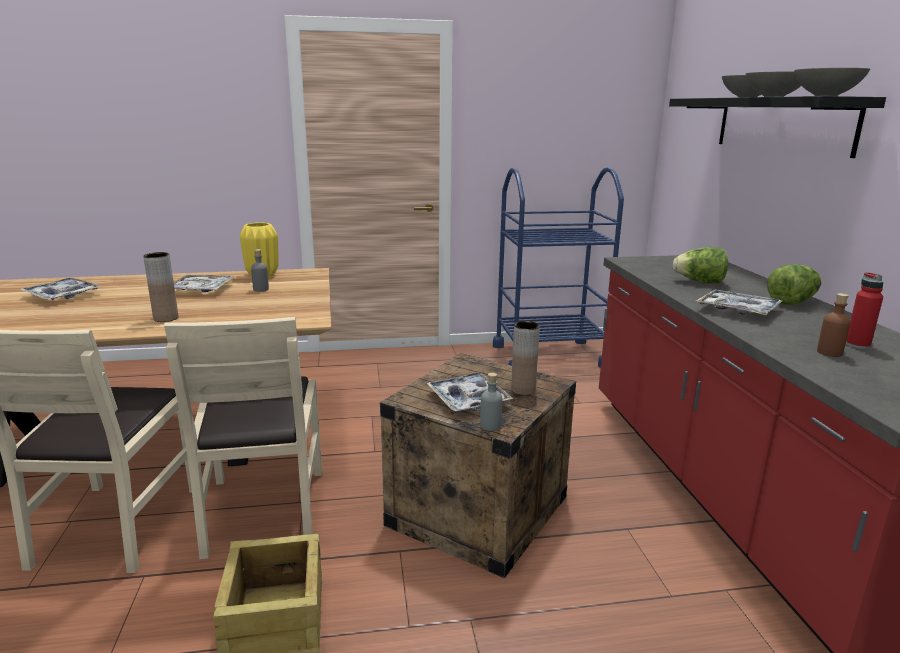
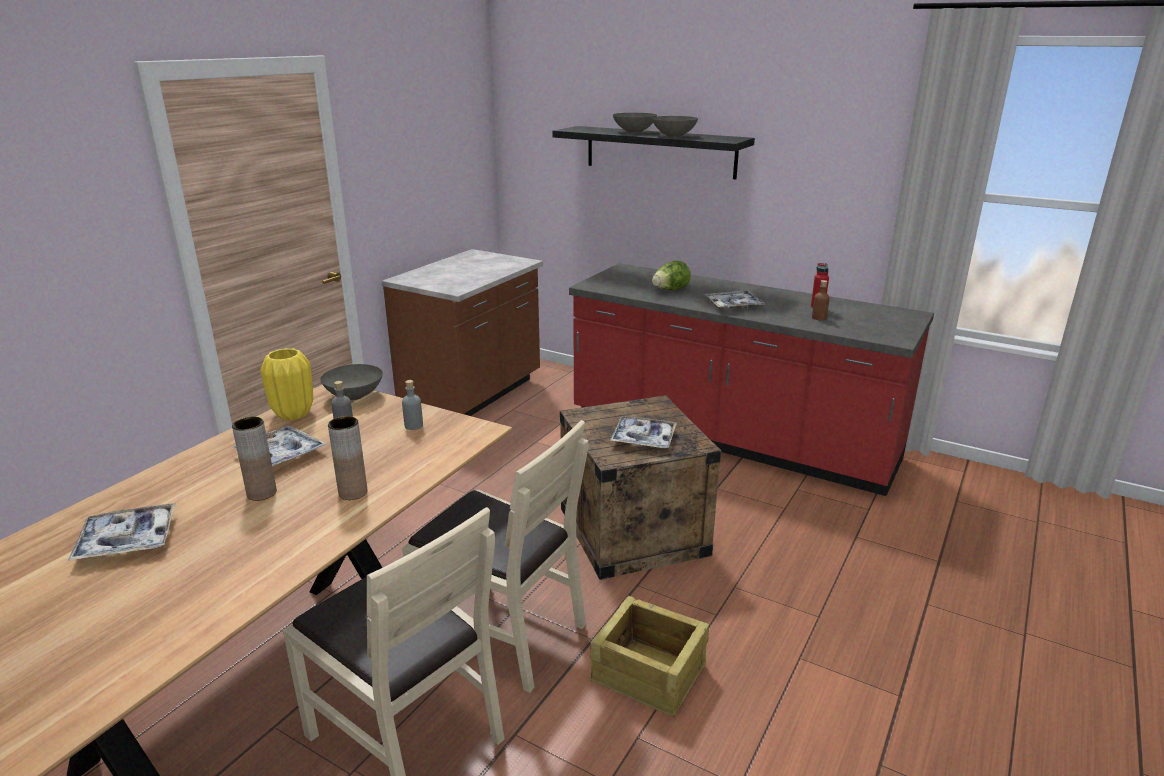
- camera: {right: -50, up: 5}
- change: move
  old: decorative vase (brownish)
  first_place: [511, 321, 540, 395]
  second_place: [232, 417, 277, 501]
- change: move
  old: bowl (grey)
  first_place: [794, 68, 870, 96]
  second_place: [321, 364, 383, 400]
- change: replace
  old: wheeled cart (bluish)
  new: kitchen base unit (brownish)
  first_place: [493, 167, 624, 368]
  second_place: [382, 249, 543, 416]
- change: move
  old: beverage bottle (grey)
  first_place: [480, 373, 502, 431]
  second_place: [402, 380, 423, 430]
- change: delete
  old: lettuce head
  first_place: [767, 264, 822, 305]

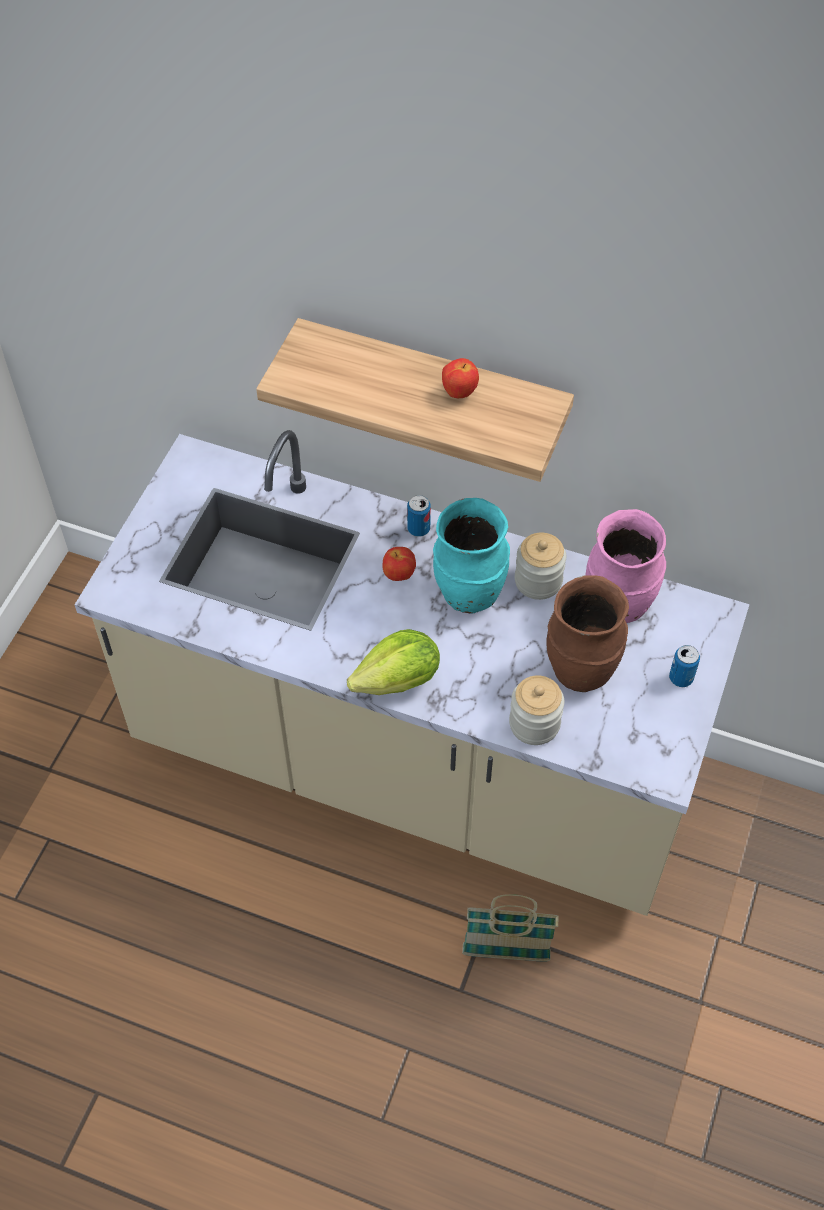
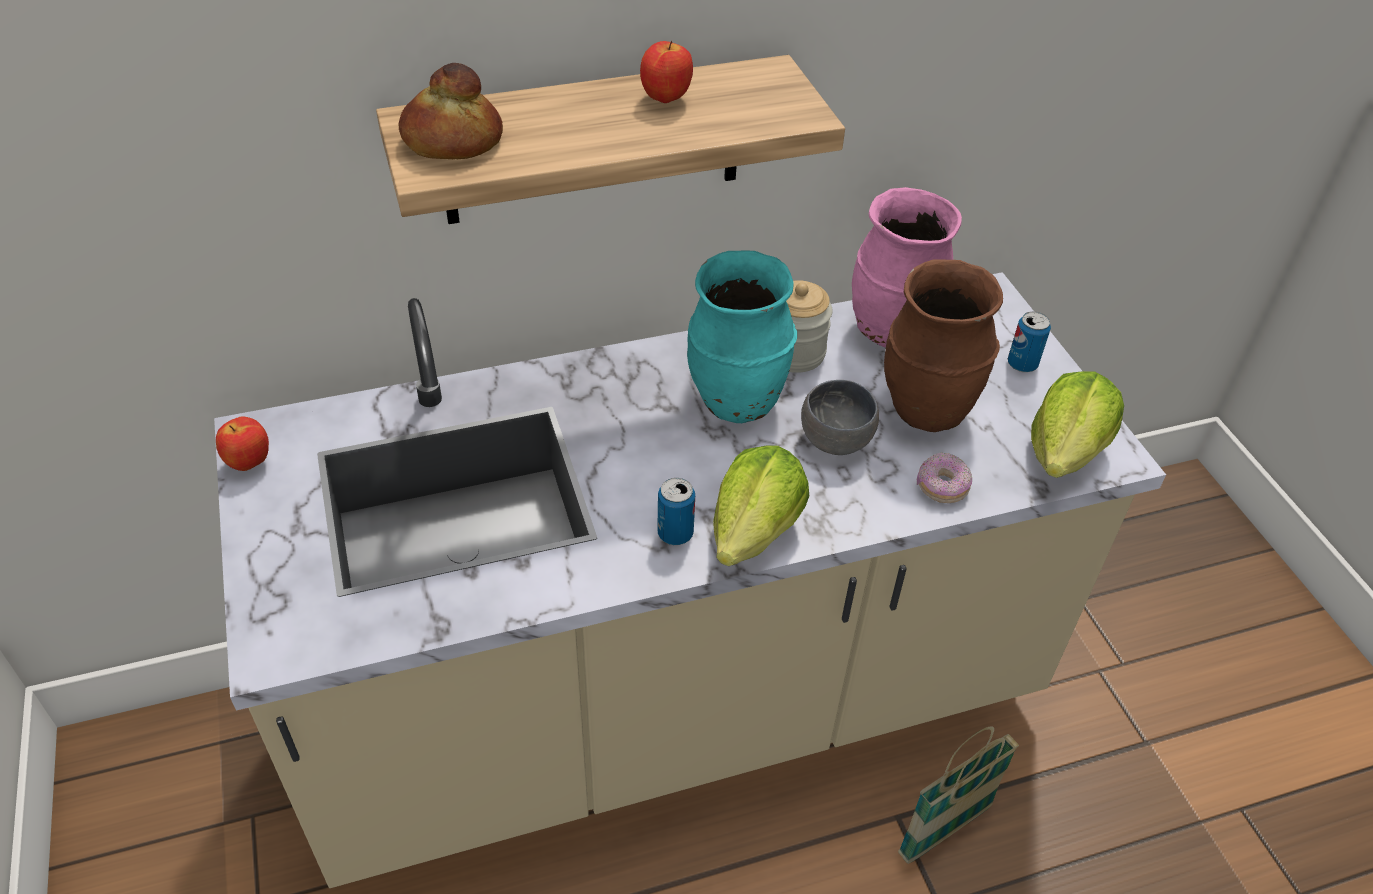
- camera: {right: -40, up: -10}
- change: move
  old: apple fruit
  first_place: [382, 547, 416, 581]
  second_place: [216, 416, 269, 471]
- change: insert
  new: bakery bread
  second_place: [399, 63, 503, 159]
- change: move
  old: can
  first_place: [407, 495, 431, 537]
  second_place: [657, 478, 695, 545]
- change: insert
  new: bowl (grey)
  second_place: [801, 380, 879, 455]
- change: replace
  old: preserve jar
  new: donut
  first_place: [509, 675, 564, 745]
  second_place: [917, 452, 972, 503]
- change: insert
  new: lettuce head
  second_place: [1031, 371, 1124, 478]

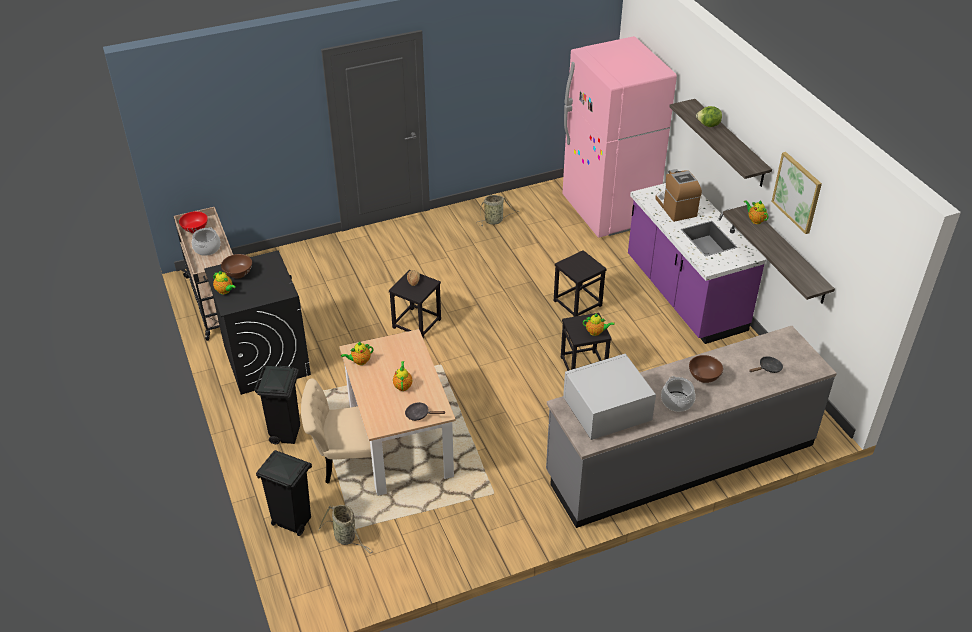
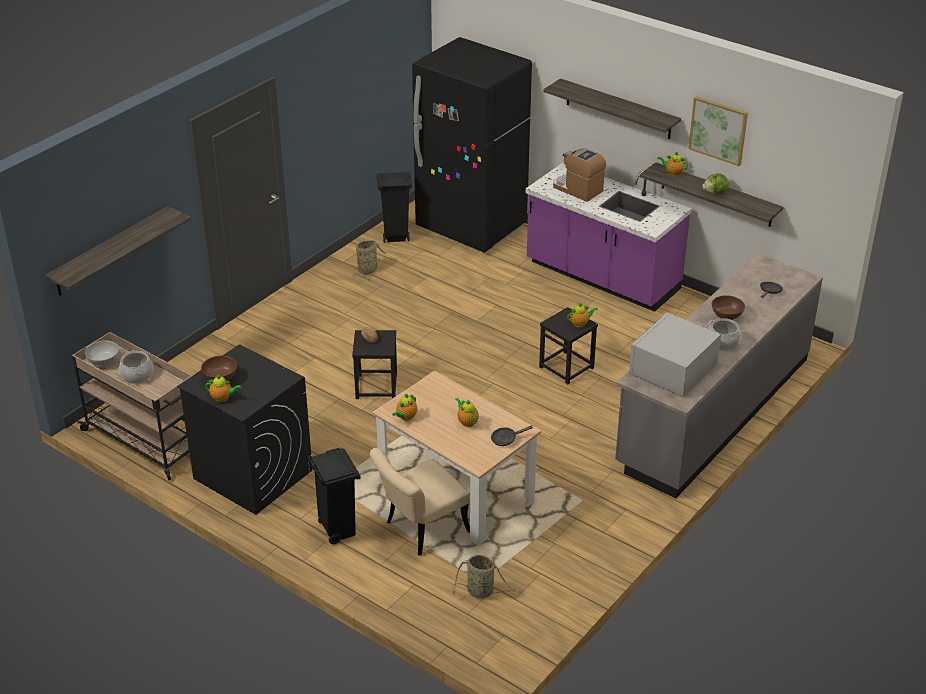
- camera: {right: -30, up: -5}
- change: insert
  new: bracket shelf
  second_place: [45, 206, 191, 295]
- change: recolor
  old: bowl (red-coloured)
  new: bowl (white)
  first_place: [179, 211, 208, 233]
  second_place: [85, 341, 119, 367]
- change: move
  old: trash can (black-coloured)
  first_place: [256, 450, 312, 536]
  second_place: [376, 172, 412, 243]
- change: recolor
  old: refrigerator (pinkish)
  new: refrigerator (black-coloured)
  first_place: [562, 36, 677, 238]
  second_place: [412, 37, 532, 253]
- change: move
  old: lettuce head
  first_place: [696, 106, 722, 127]
  second_place: [702, 173, 729, 195]
- change: delete
  old: stool seat (black-coloured)
  first_place: [554, 250, 607, 317]

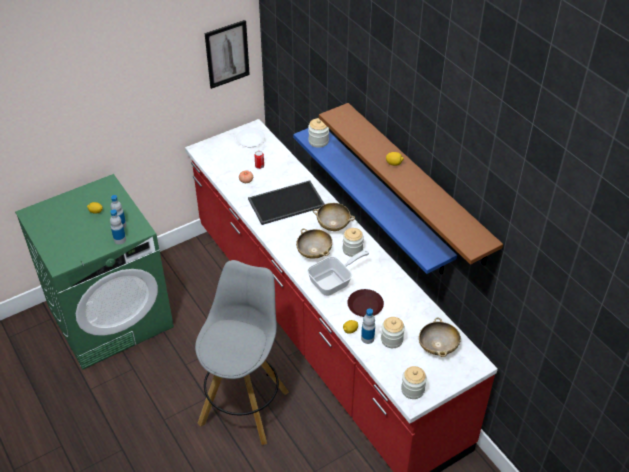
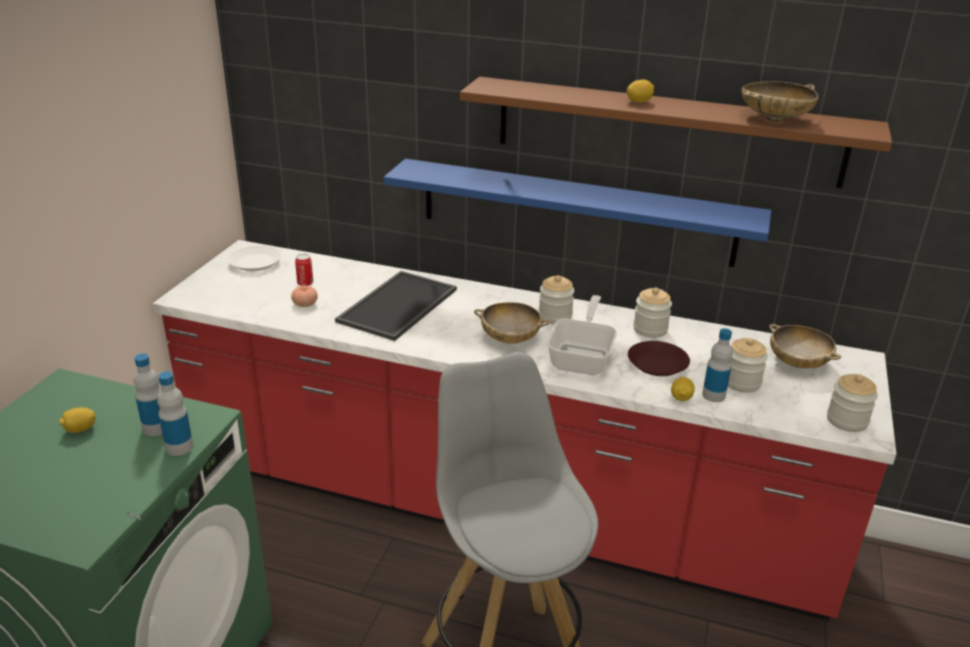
- camera: {right: -40, up: -15}
- change: move
  old: preserve jar
  first_place: [308, 118, 329, 148]
  second_place: [633, 287, 672, 338]
- change: move
  old: bowl (beige)
  first_place: [313, 203, 355, 231]
  second_place: [742, 81, 818, 122]
- change: delete
  old: wall picture
  first_place: [205, 20, 250, 89]

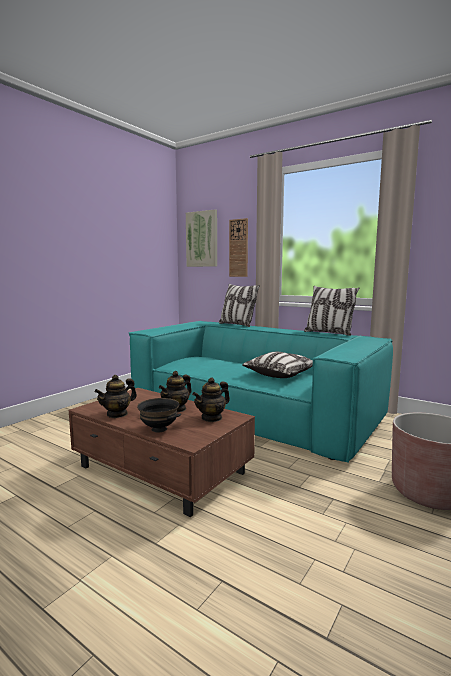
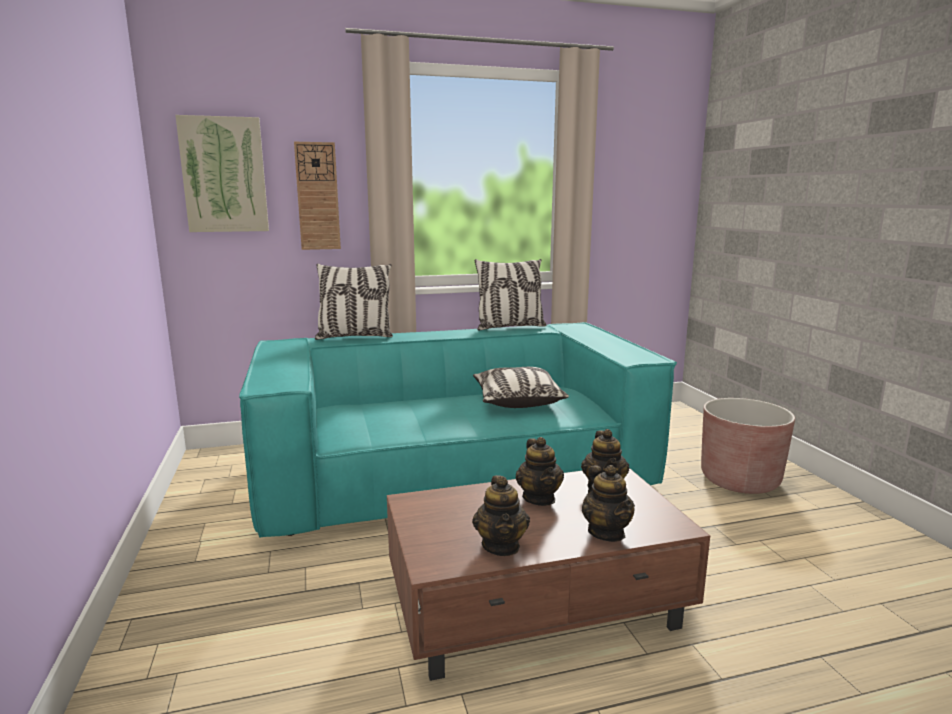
- camera: {right: -50, up: 5}
- change: replace
  old: bowl (black-coloured)
  new: pot for tea
  first_place: [137, 398, 181, 432]
  second_place: [582, 465, 635, 542]

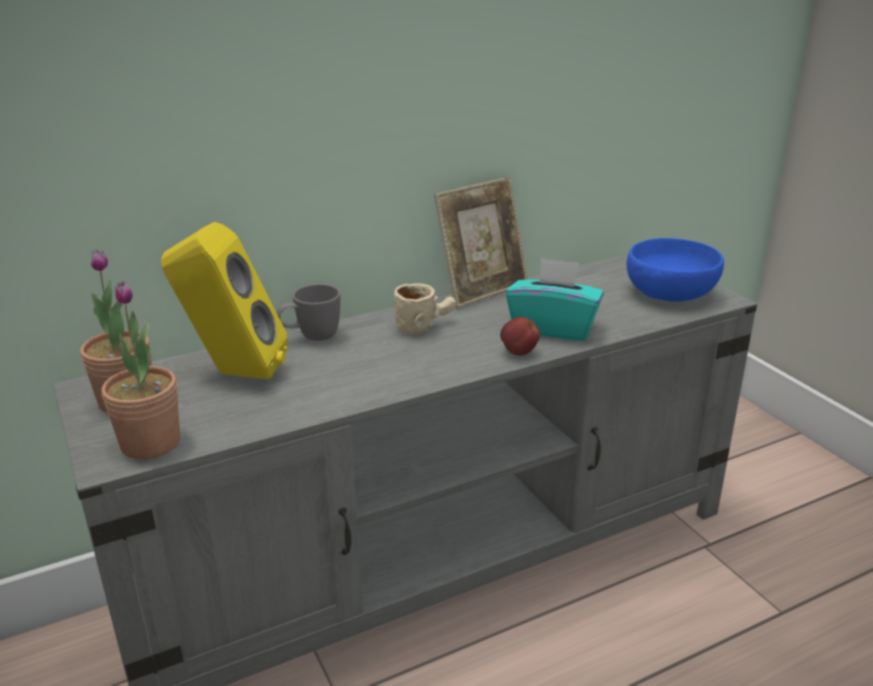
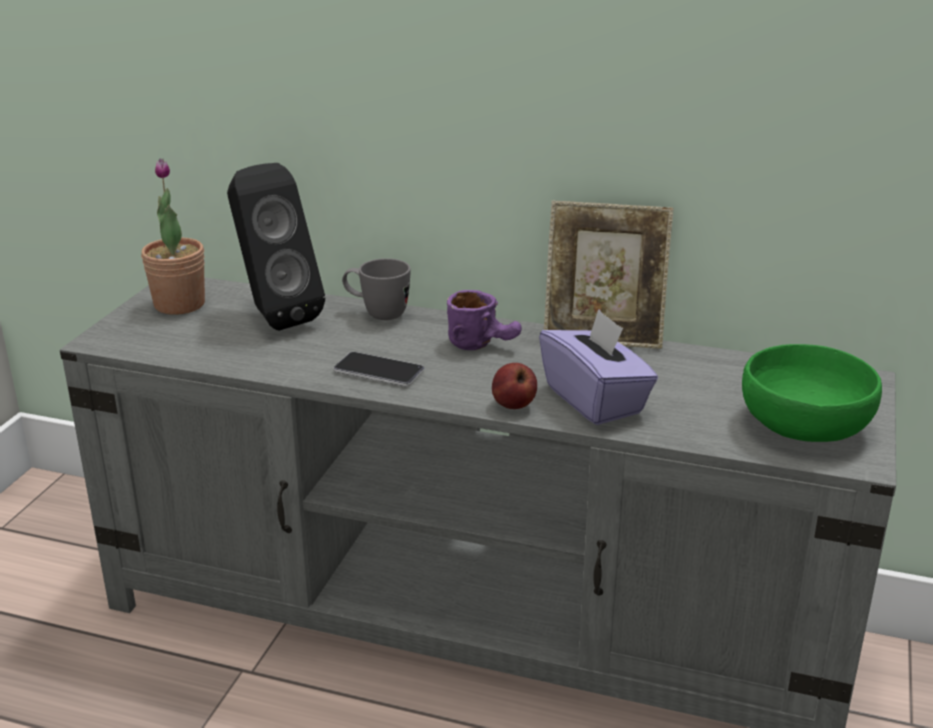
- camera: {right: 45, up: 0}
- change: recolor
  old: loudspeaker (yellow)
  new: loudspeaker (black-coloured)
  first_place: [161, 222, 288, 379]
  second_place: [227, 163, 325, 331]
- change: insert
  new: handset
  second_place: [334, 352, 424, 387]
- change: recolor
  old: mug (beige)
  new: mug (purplish)
  first_place: [394, 283, 457, 335]
  second_place: [447, 290, 522, 350]
- change: recolor
  old: tissue holder (blue-green)
  new: tissue holder (purplish)
  first_place: [506, 258, 604, 341]
  second_place: [539, 309, 658, 425]
- change: recolor
  old: bowl (bluish)
  new: bowl (greenish)
  first_place: [627, 238, 724, 302]
  second_place: [742, 344, 882, 442]
- change: delete
  old: houseplant
  first_place: [102, 281, 180, 459]

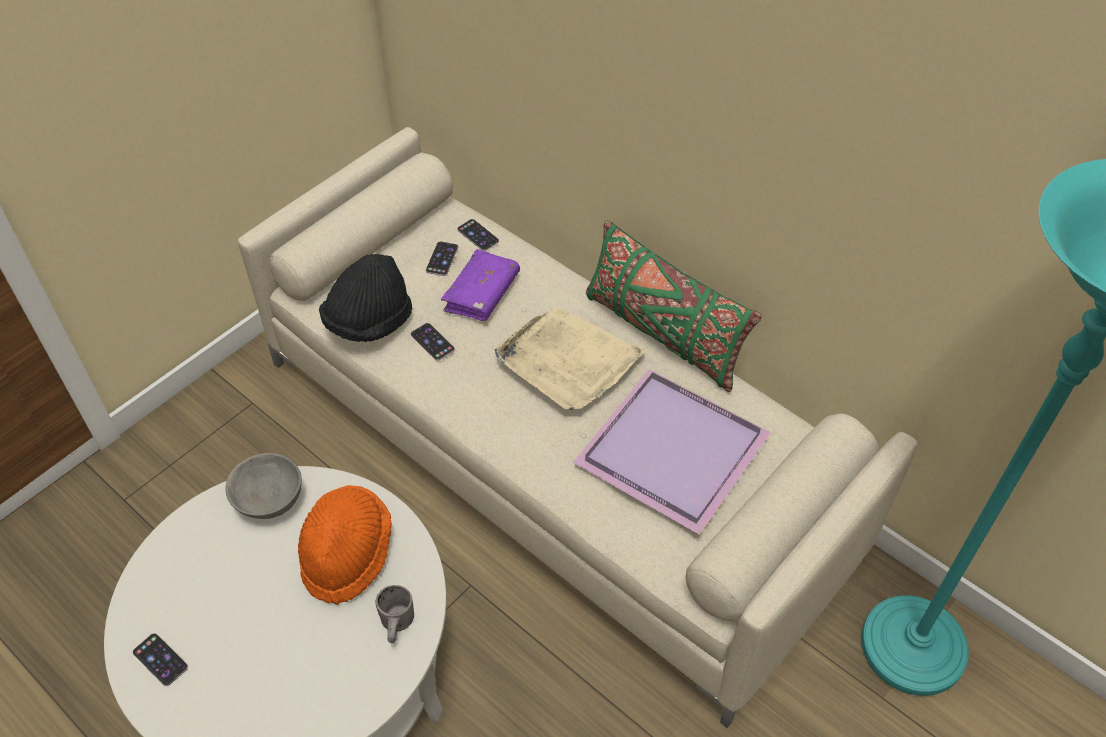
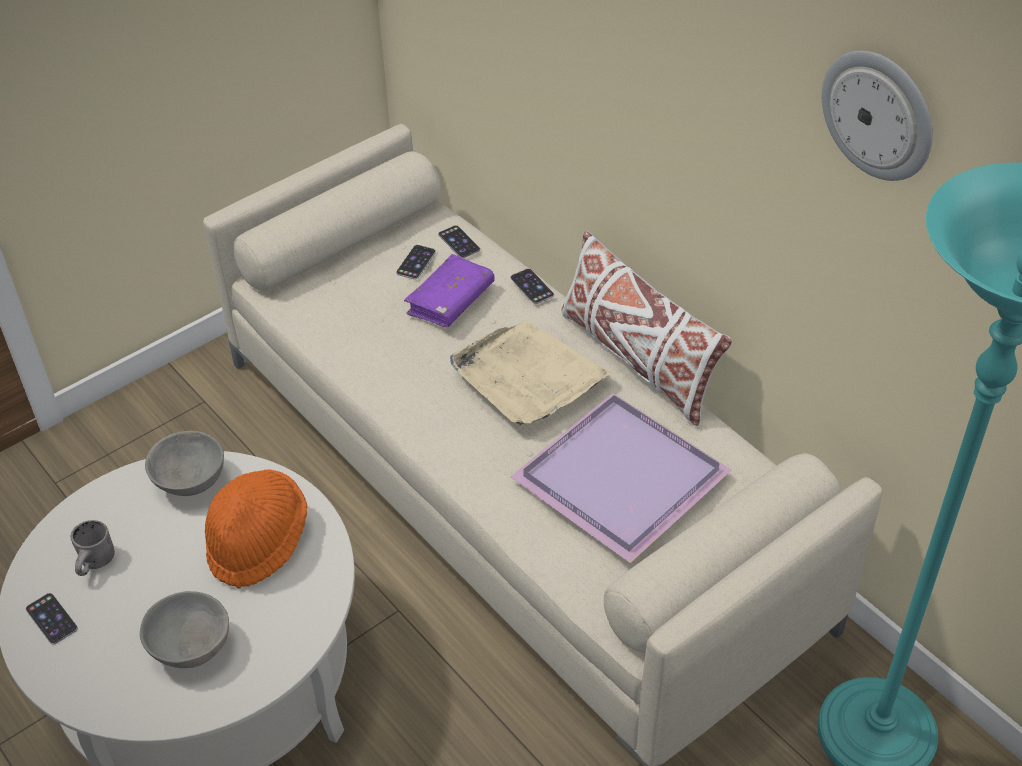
- camera: {right: 10, up: -5}
- change: move
  old: mug (grey)
  first_place: [375, 585, 414, 643]
  second_place: [70, 520, 115, 576]
- change: insert
  new: bowl (grey)
  second_place: [140, 591, 229, 668]
- change: move
  old: handset
  first_place: [411, 323, 455, 361]
  second_place: [511, 268, 554, 304]
- change: recolor
  old: pillow (greenish)
  new: pillow (white)
  first_place: [586, 220, 762, 392]
  second_place: [562, 231, 732, 426]
- change: insert
  new: clock on the wall
  second_place: [822, 51, 933, 181]
- change: delete
  old: wearable hat (black-coloured)
  first_place: [319, 254, 412, 342]

